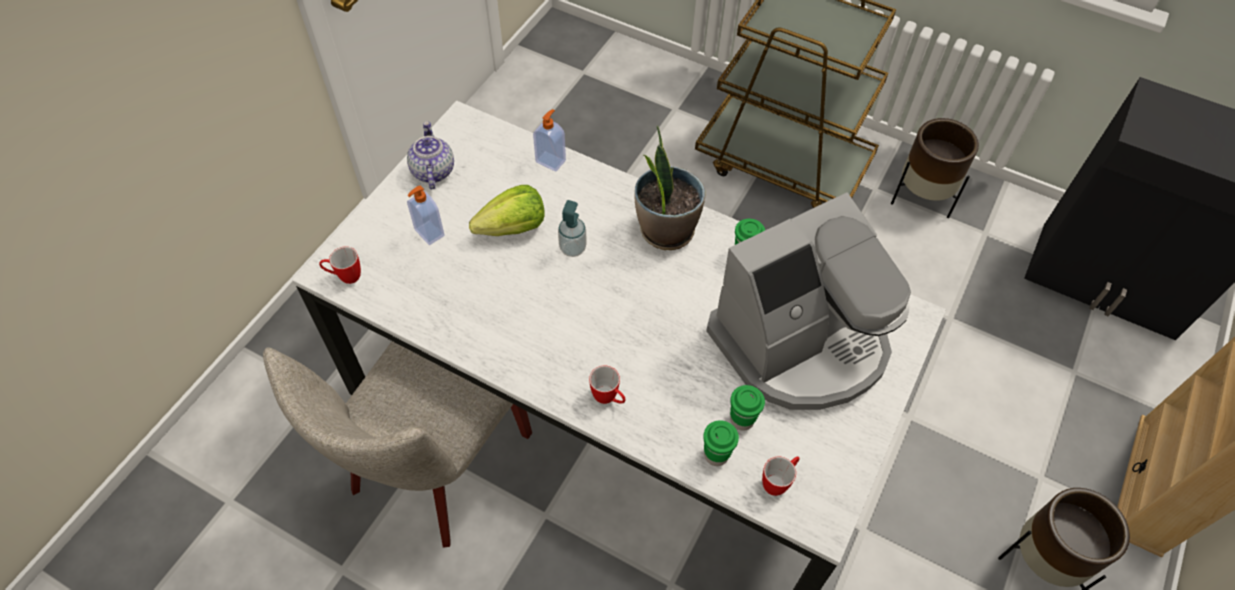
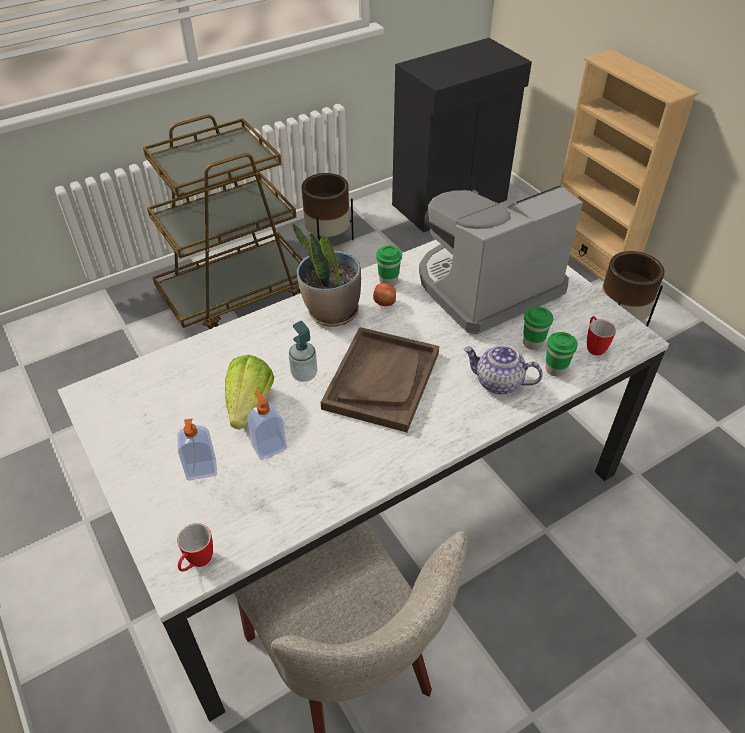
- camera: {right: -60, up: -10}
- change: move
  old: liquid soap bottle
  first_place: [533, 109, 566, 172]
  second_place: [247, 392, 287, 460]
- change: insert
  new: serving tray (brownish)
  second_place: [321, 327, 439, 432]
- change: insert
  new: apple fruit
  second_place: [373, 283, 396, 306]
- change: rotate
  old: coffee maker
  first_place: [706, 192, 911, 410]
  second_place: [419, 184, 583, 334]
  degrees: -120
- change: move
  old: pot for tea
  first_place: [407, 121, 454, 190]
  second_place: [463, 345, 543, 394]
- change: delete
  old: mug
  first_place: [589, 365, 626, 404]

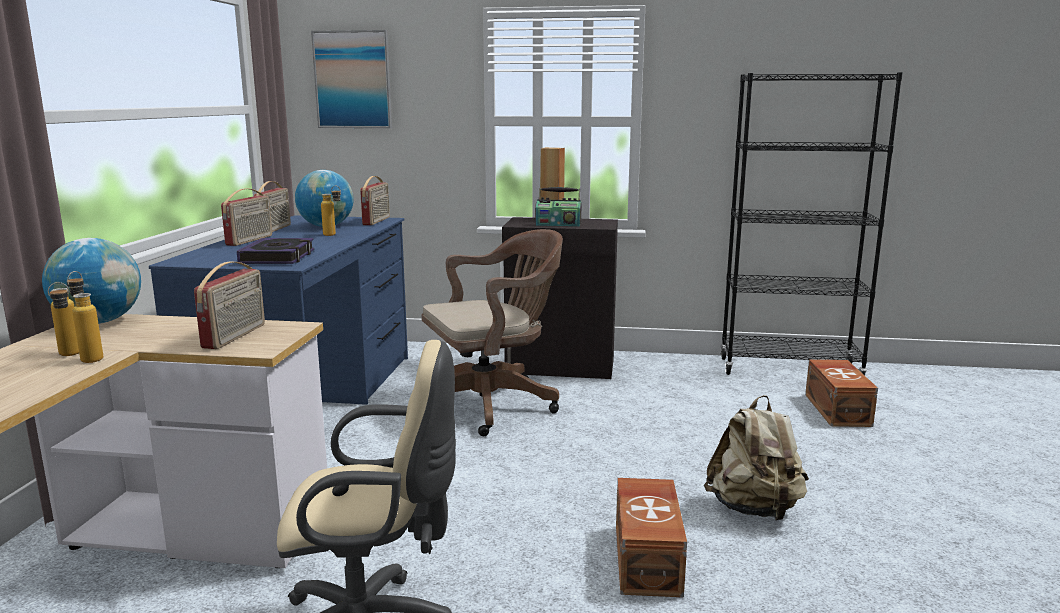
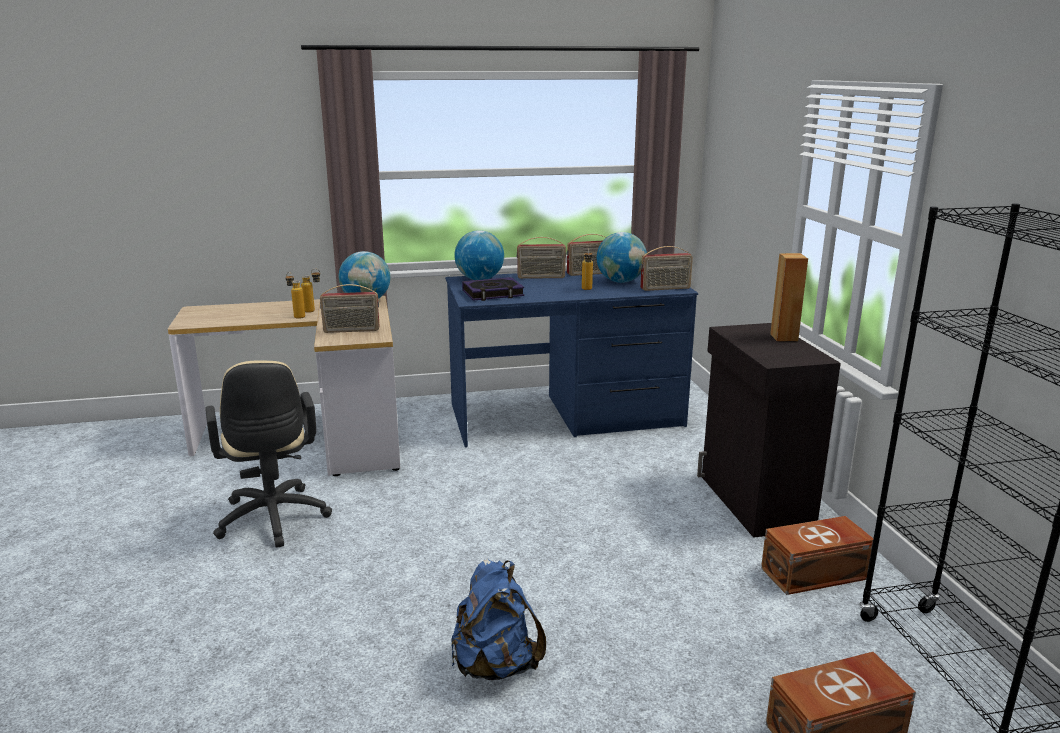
- camera: {right: 70, up: 5}
- change: recolor
  old: rucksack (beige)
  new: rucksack (bluish)
  first_place: [704, 395, 809, 521]
  second_place: [451, 559, 546, 680]
- change: insert
  new: globe
  second_place: [454, 230, 504, 280]
- change: move
  old: storage box (brownish)
  first_place: [616, 478, 687, 597]
  second_place: [761, 516, 873, 595]
- change: delete
  old: wall picture
  first_place: [311, 30, 392, 128]
- change: delete
  old: desk chair (brownish)
  first_place: [422, 229, 563, 436]
- change: delete
  old: radio receiver
  first_place: [535, 187, 582, 226]

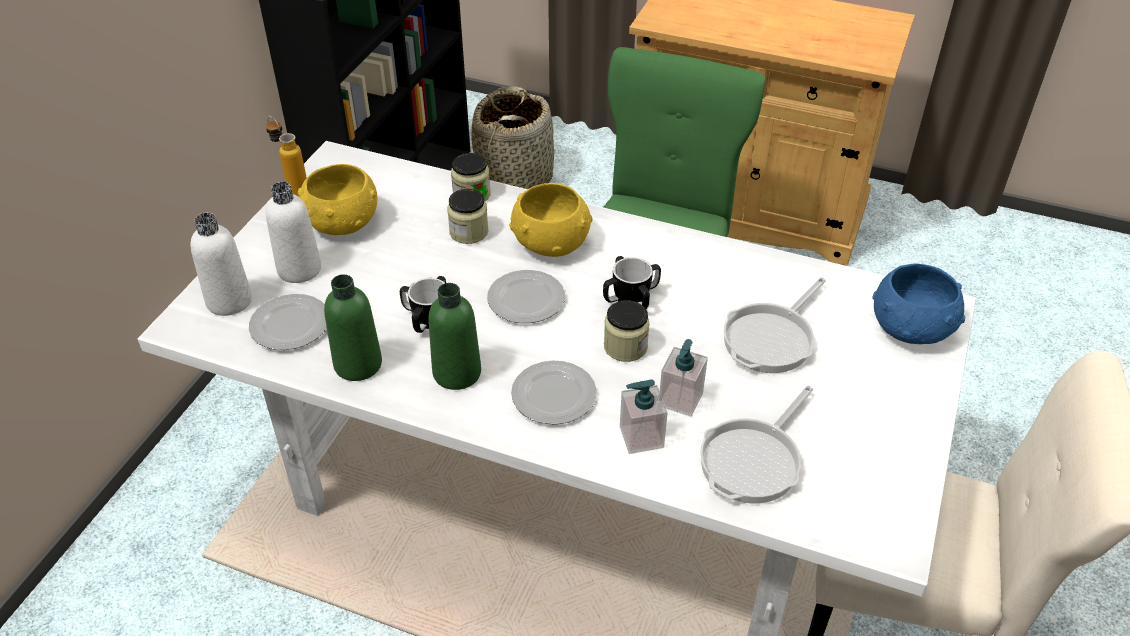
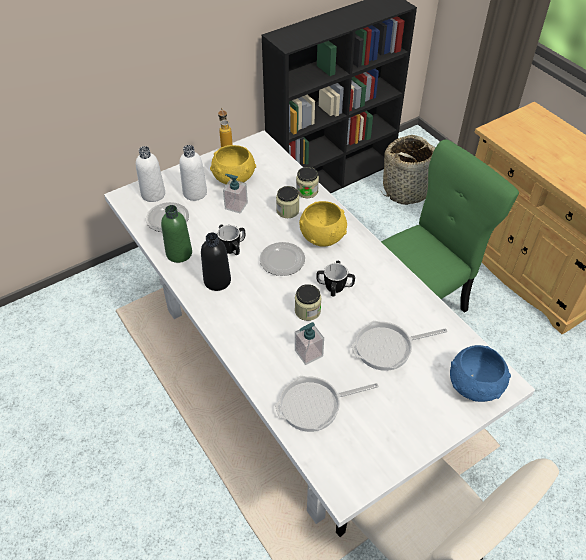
- camera: {right: 35, up: 5}
- change: recolor
  old: beverage bottle (greenish)
  new: beverage bottle (black-coloured)
  first_place: [428, 283, 481, 390]
  second_place: [201, 233, 231, 291]
- change: move
  old: liquid soap bottle
  first_place: [620, 379, 668, 454]
  second_place: [223, 174, 248, 213]
- change: delete
  old: plate
  first_place: [511, 360, 597, 425]

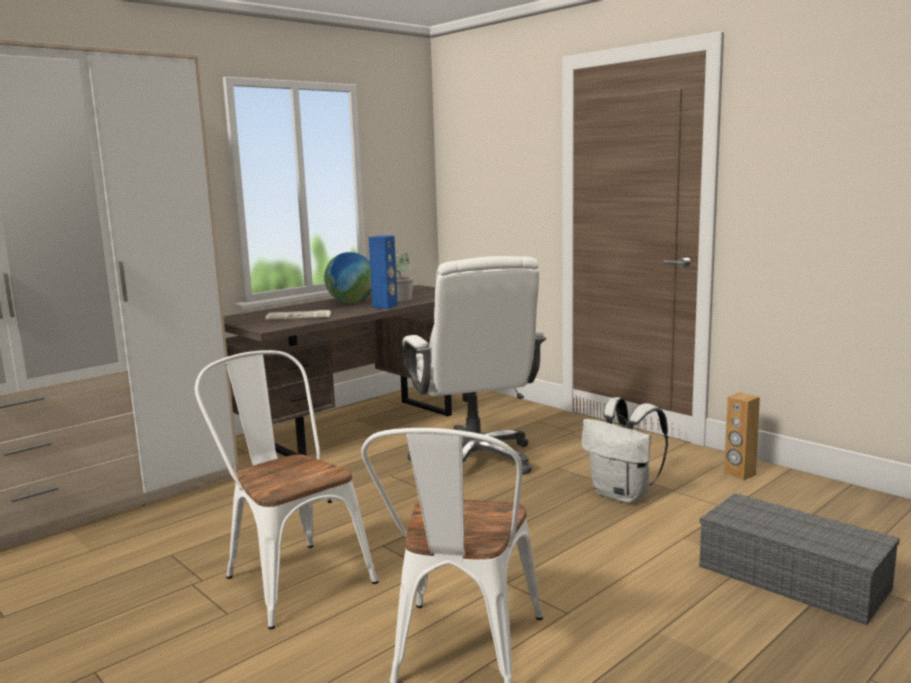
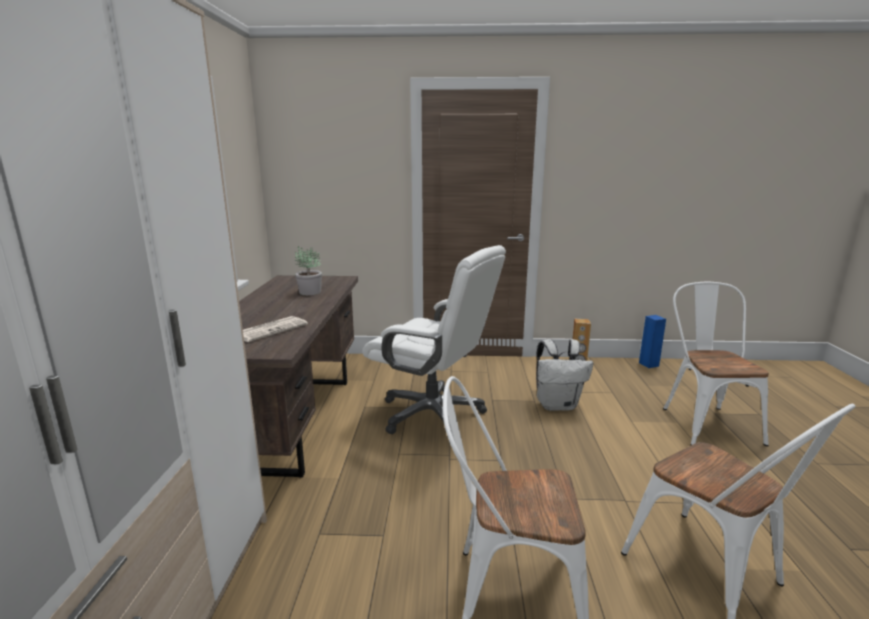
- camera: {right: -45, up: 5}
- change: move
  old: loudspeaker (bluish)
  first_place: [369, 236, 398, 309]
  second_place: [639, 315, 666, 368]
- change: replace
  old: storage box (grey)
  new: plain chair (white)
  first_place: [699, 493, 900, 625]
  second_place: [663, 282, 769, 446]
- change: delete
  old: globe
  first_place: [324, 252, 372, 303]

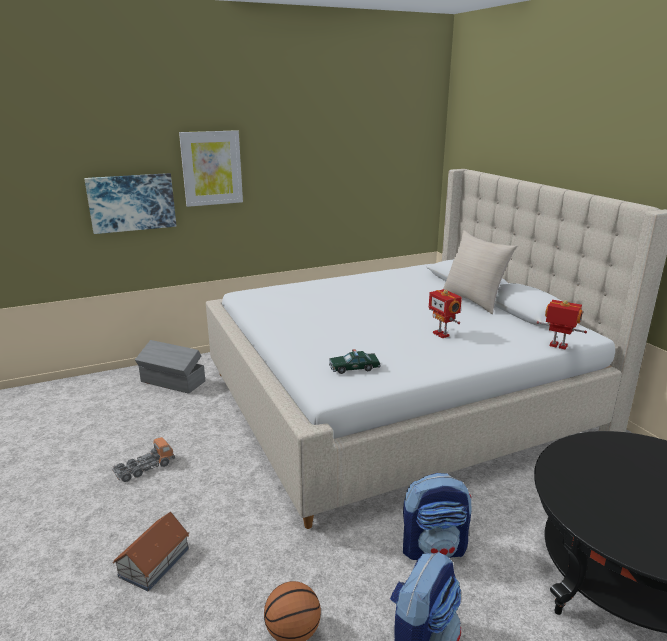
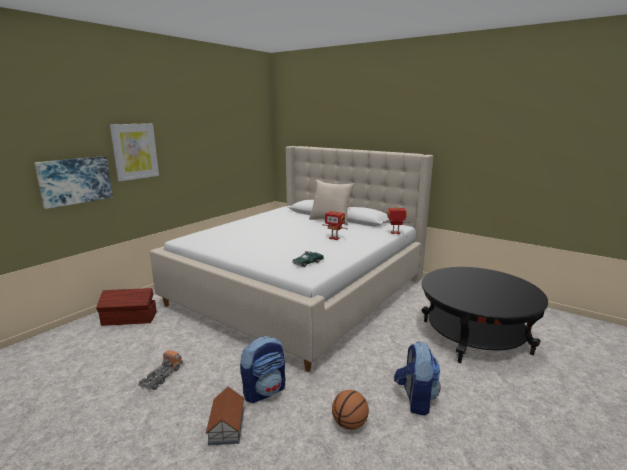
- camera: {right: -30, up: -5}
- change: recolor
  old: storage box (grey)
  new: storage box (brownish)
  first_place: [135, 340, 205, 394]
  second_place: [96, 288, 157, 326]
- change: move
  old: rucksack
  first_place: [403, 473, 472, 560]
  second_place: [240, 336, 285, 403]

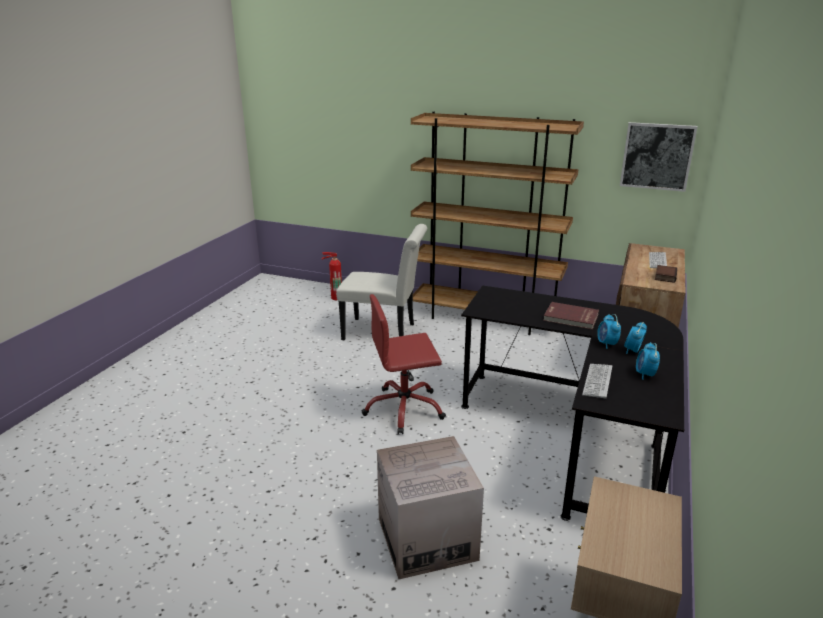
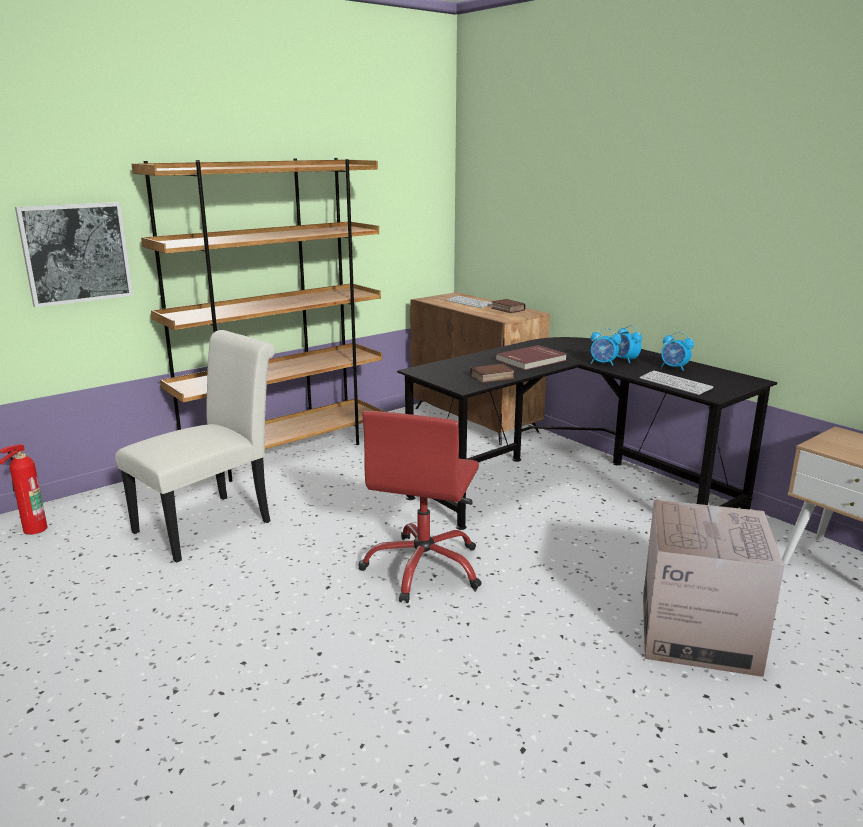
- camera: {right: -60, up: -5}
- change: move
  old: wall picture
  first_place: [620, 122, 698, 192]
  second_place: [15, 202, 133, 307]
- change: insert
  new: book
  second_place: [470, 363, 515, 383]

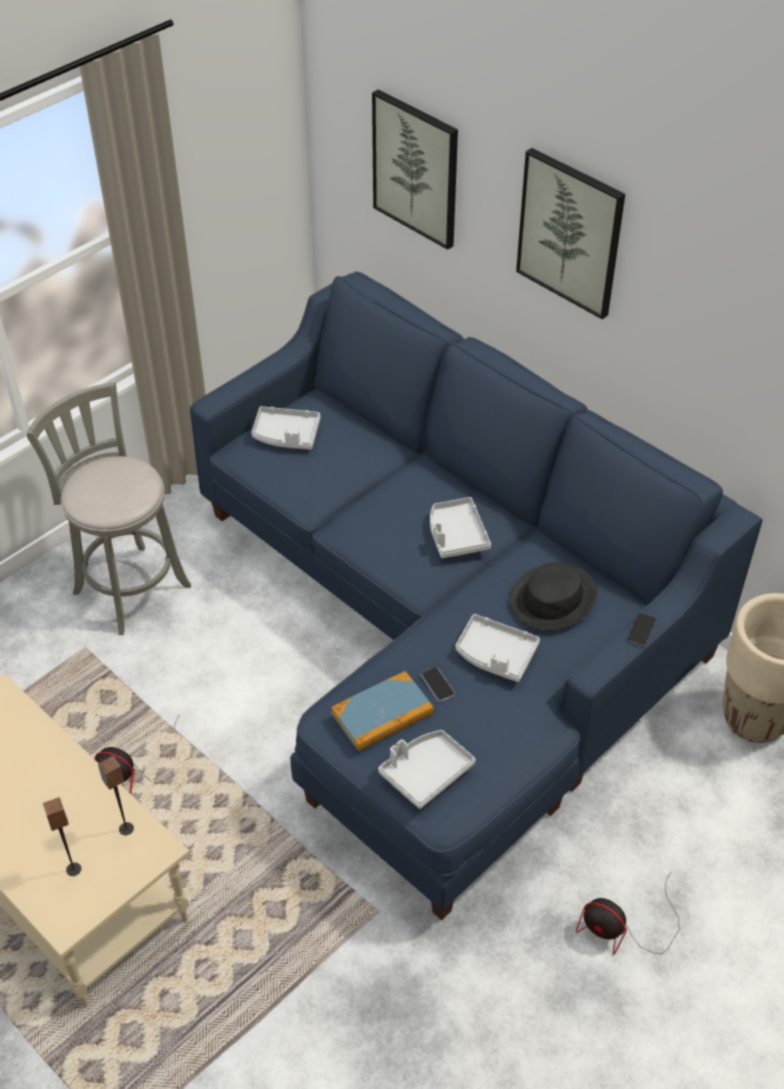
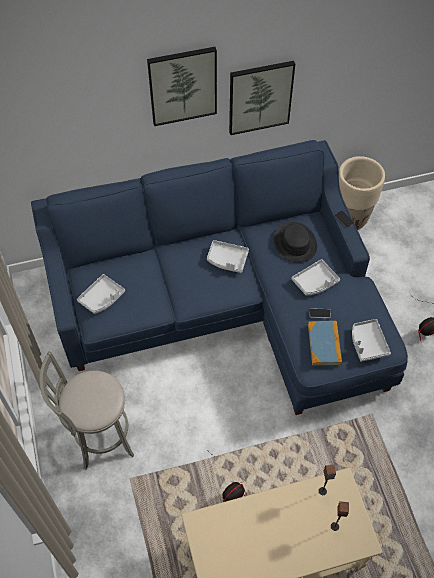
- camera: {right: -60, up: 10}
- change: move
  old: wall picture
  first_place: [372, 90, 458, 250]
  second_place: [229, 61, 295, 135]

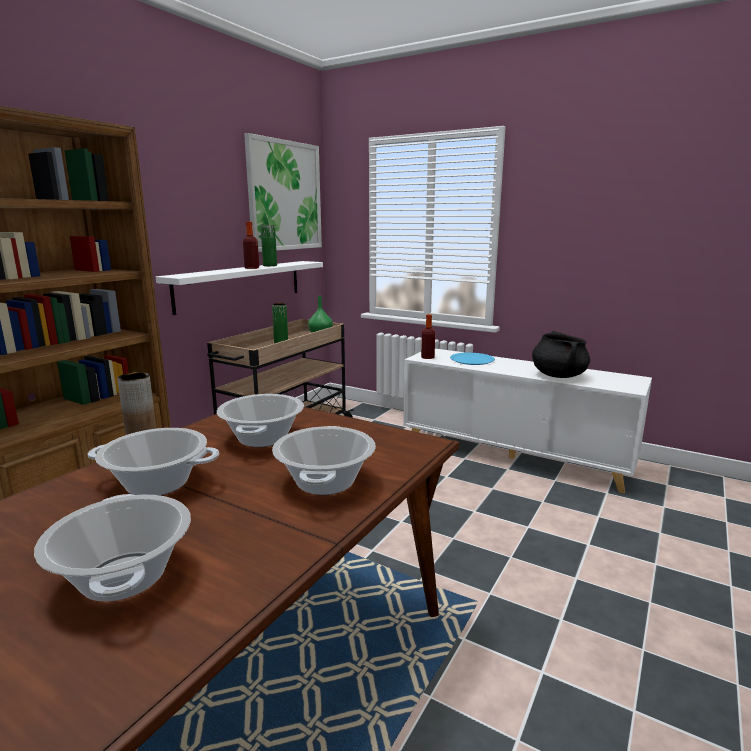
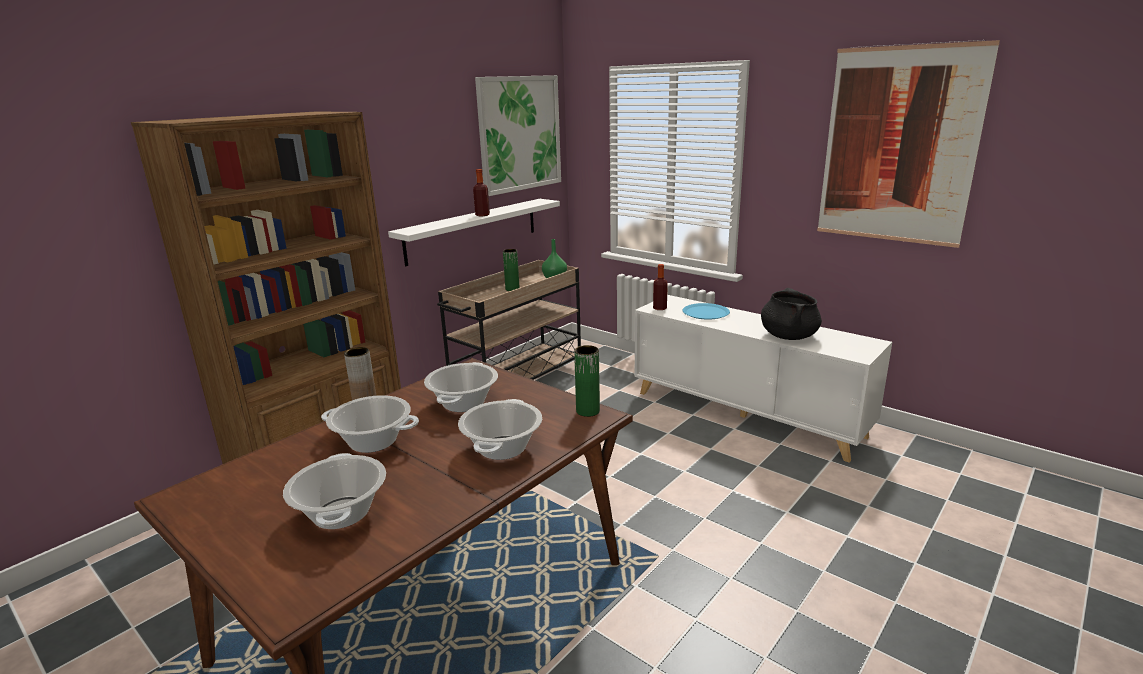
- camera: {right: 10, up: 5}
- change: move
  old: decorative vase (greenish)
  first_place: [261, 225, 277, 266]
  second_place: [574, 345, 600, 417]
- change: insert
  new: wall picture
  second_place: [817, 40, 1000, 248]

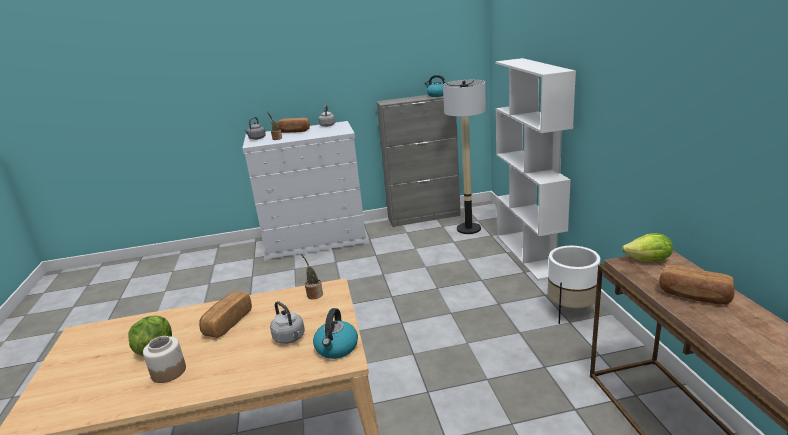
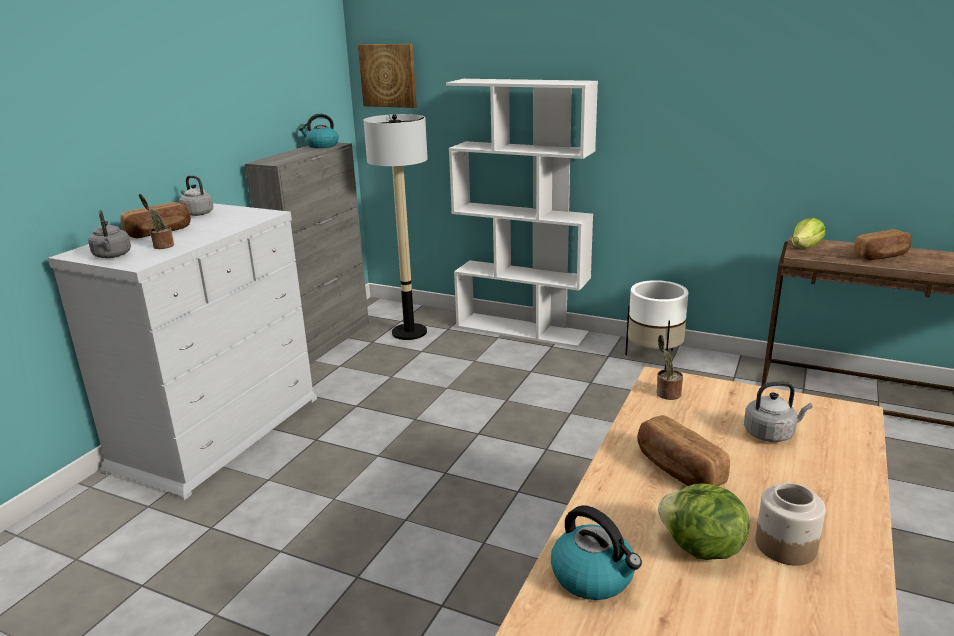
- camera: {right: -55, up: 0}
- change: insert
  new: wall picture
  second_place: [358, 44, 417, 108]
- change: move
  old: kettle
  first_place: [313, 308, 358, 359]
  second_place: [551, 505, 642, 600]

